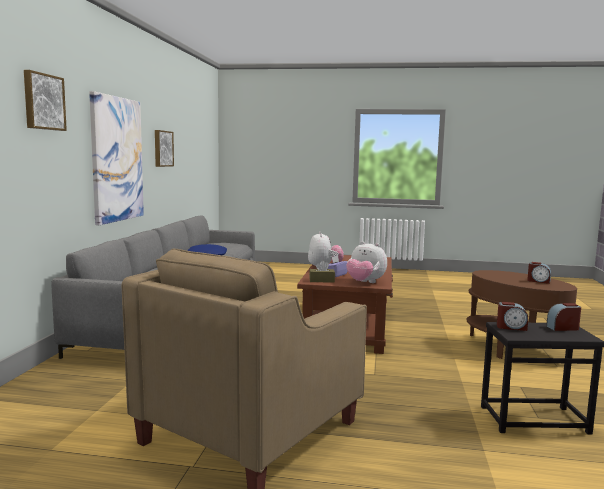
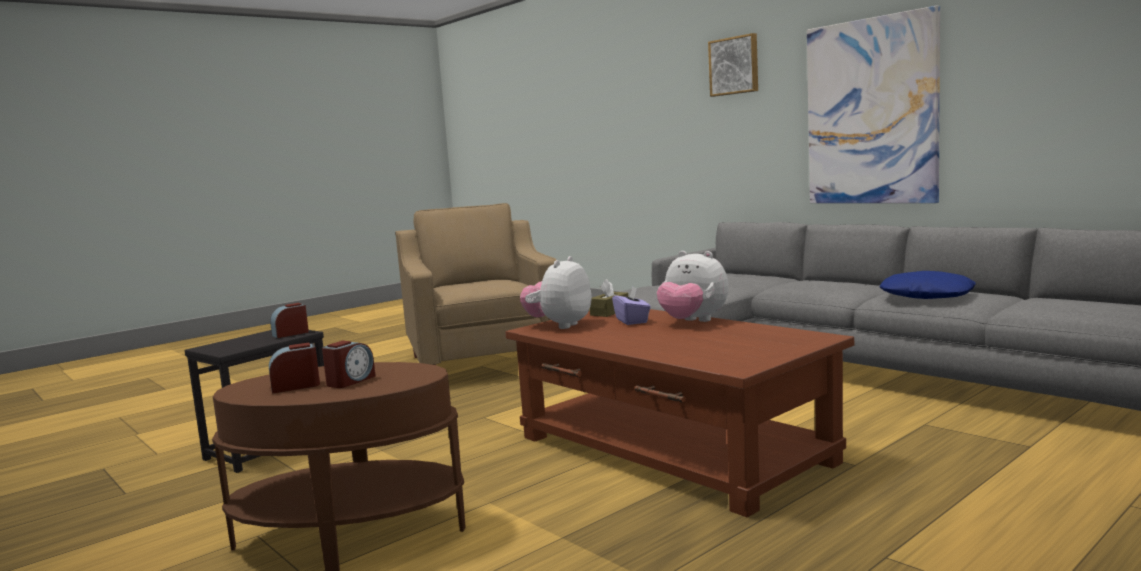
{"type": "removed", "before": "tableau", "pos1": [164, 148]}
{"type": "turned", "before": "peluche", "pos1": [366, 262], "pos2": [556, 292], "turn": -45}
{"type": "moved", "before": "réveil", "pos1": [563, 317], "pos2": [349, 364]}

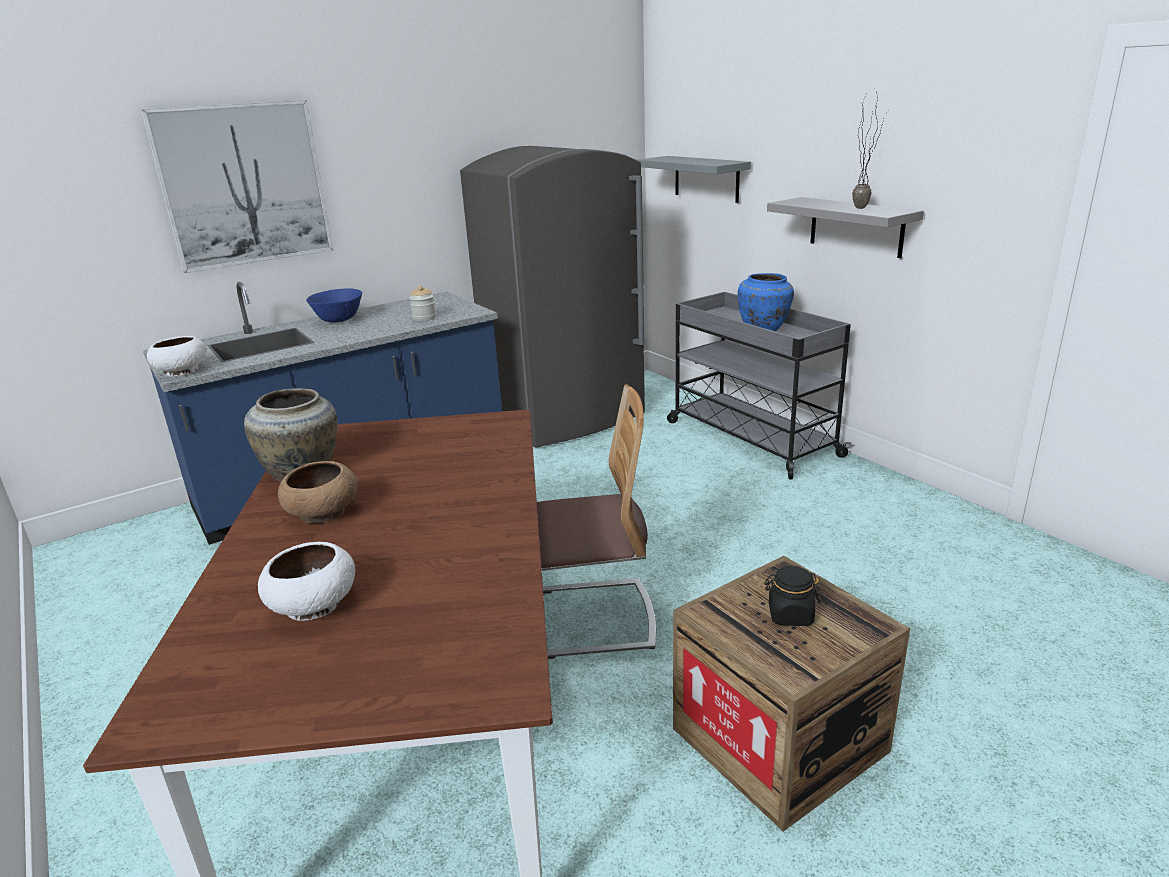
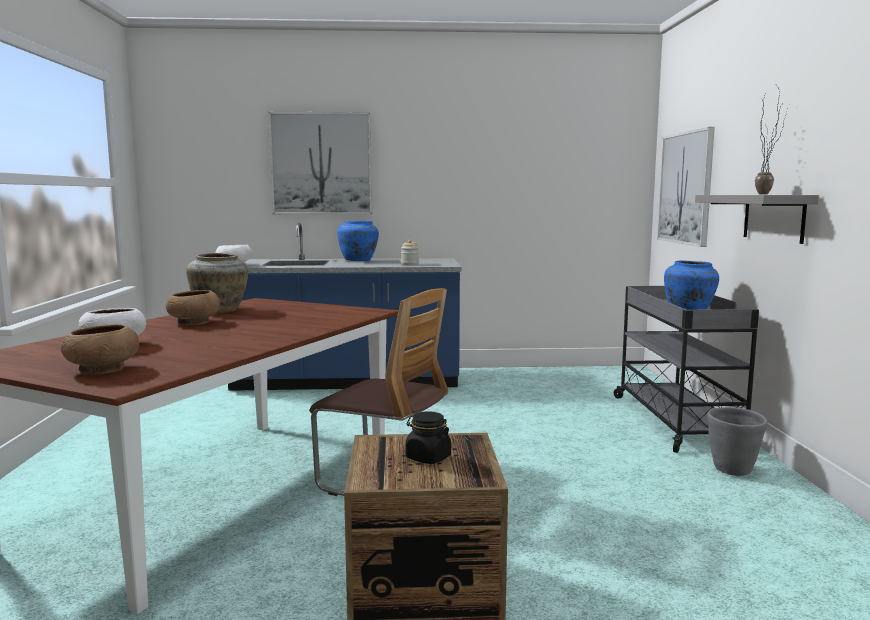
{"type": "removed", "before": "réfrigérateur (gris)", "pos1": [552, 296]}
{"type": "replaced", "before": "étagère (gris)", "after": "tableau", "pos1": [693, 179], "pos2": [686, 187]}
{"type": "replaced", "before": "bol (bleu)", "after": "vase (bleu)", "pos1": [334, 305], "pos2": [358, 241]}
{"type": "added", "after": "bol (marron)", "pos2": [100, 349]}
{"type": "added", "after": "cache-pot (gris)", "pos2": [737, 441]}

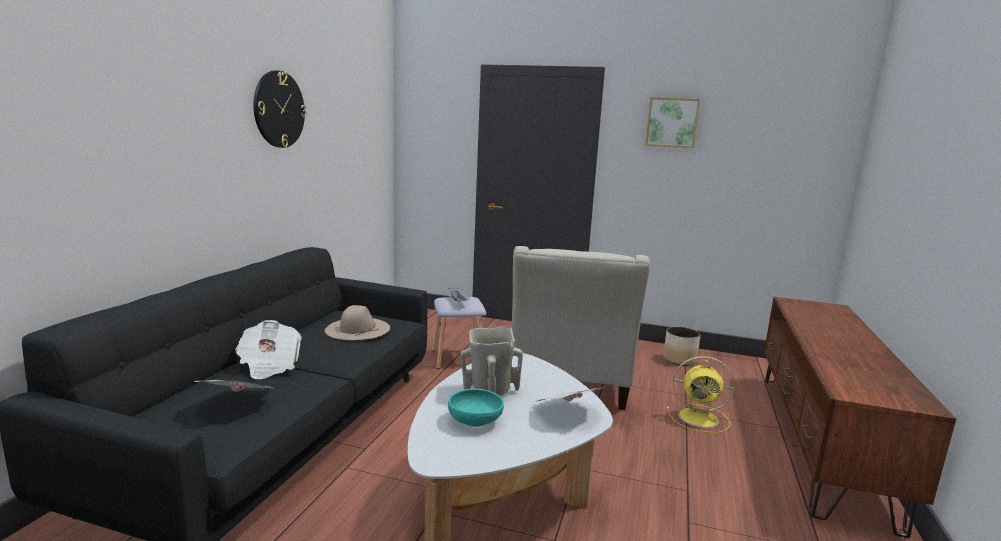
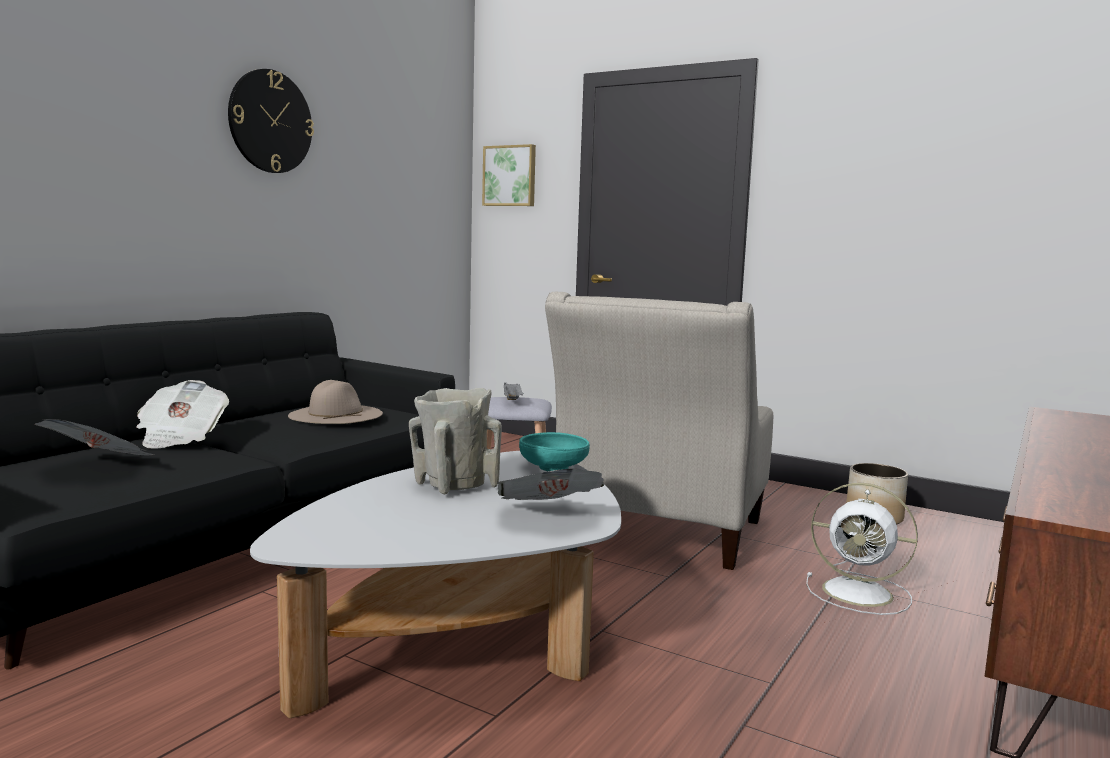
{"type": "moved", "before": "tableau", "pos1": [672, 122], "pos2": [509, 175]}
{"type": "recoloured", "before": "ventilateur (jaune)", "after": "ventilateur (blanc)", "pos1": [701, 394], "pos2": [862, 549]}
{"type": "moved", "before": "bol (turquoise)", "pos1": [476, 407], "pos2": [554, 451]}

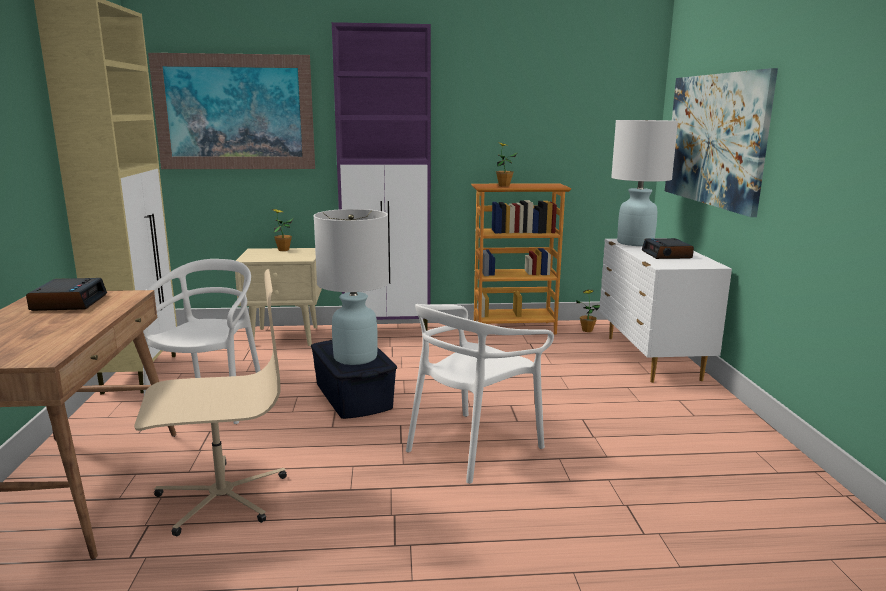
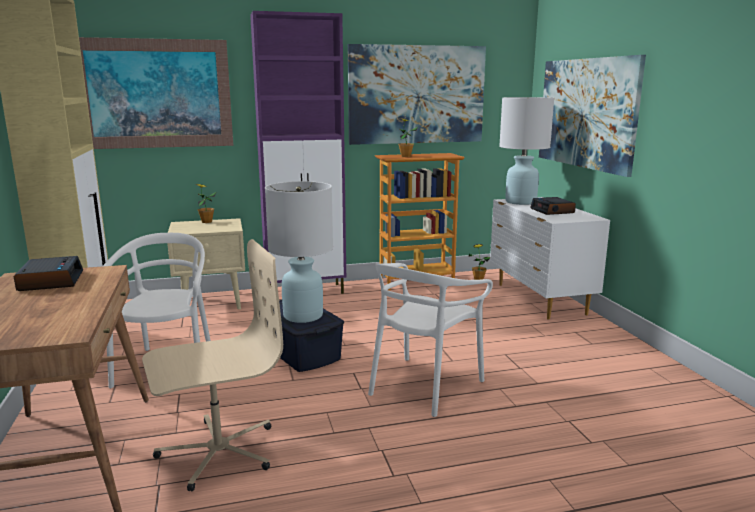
{"type": "added", "after": "tableau", "pos2": [417, 94]}

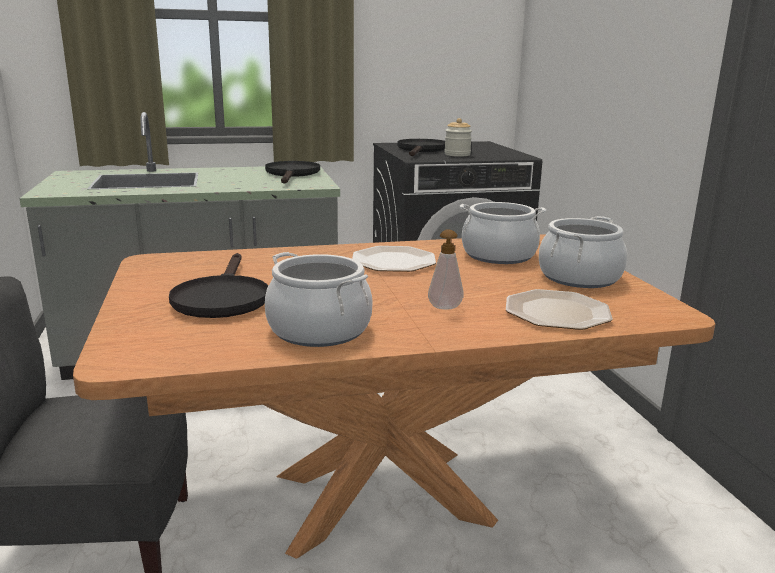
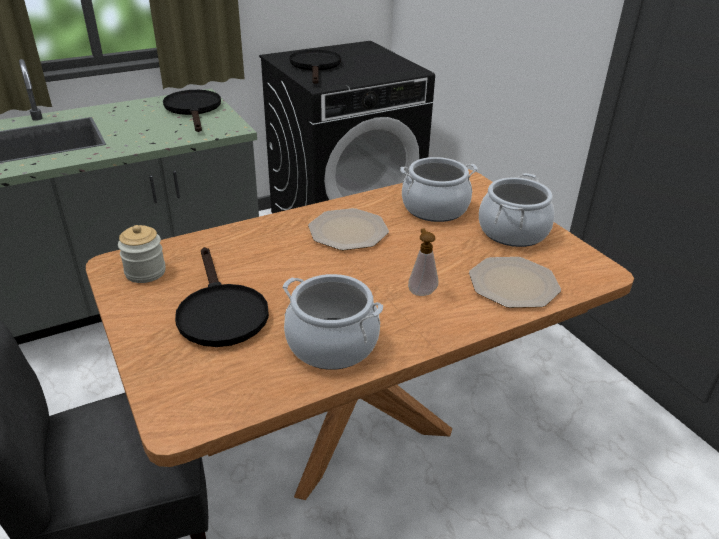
{"type": "moved", "before": "bocal", "pos1": [458, 137], "pos2": [142, 254]}

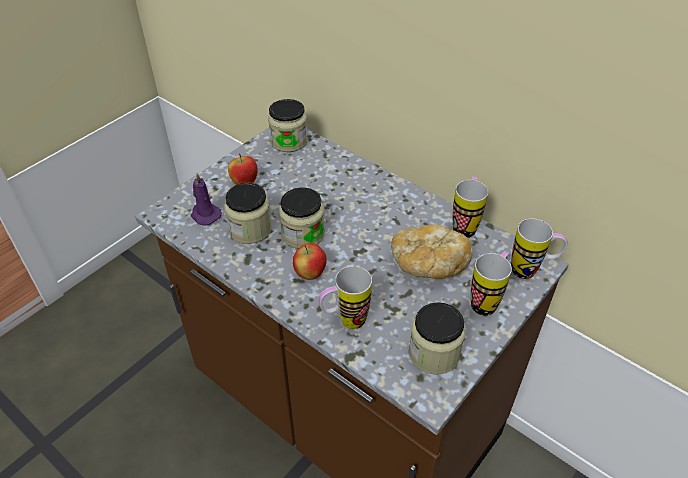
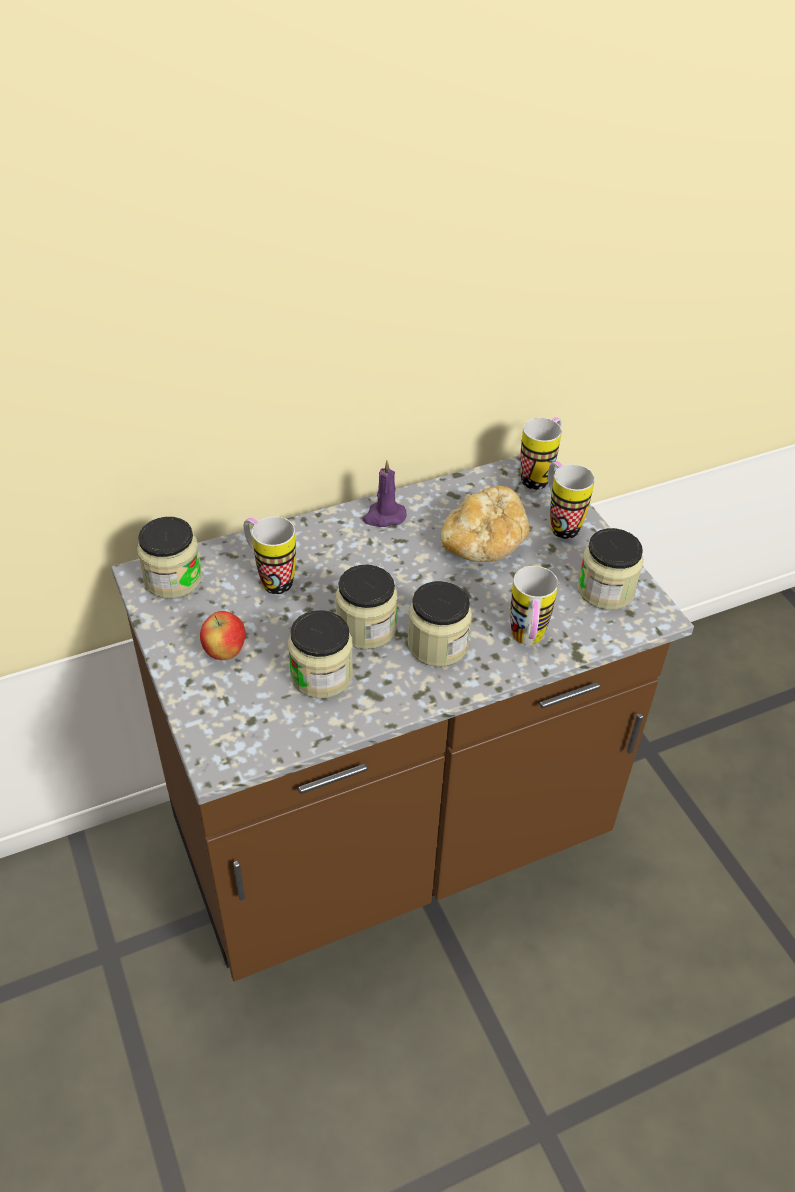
{"type": "moved", "before": "bougie (violet)", "pos1": [206, 199], "pos2": [385, 493]}
{"type": "moved", "before": "mug", "pos1": [470, 207], "pos2": [270, 555]}
{"type": "replaced", "before": "pomme", "after": "bocal", "pos1": [310, 261], "pos2": [440, 624]}

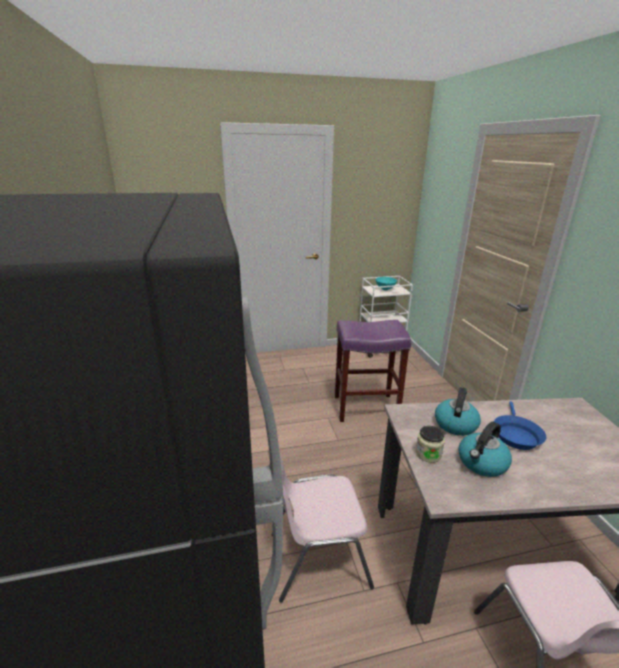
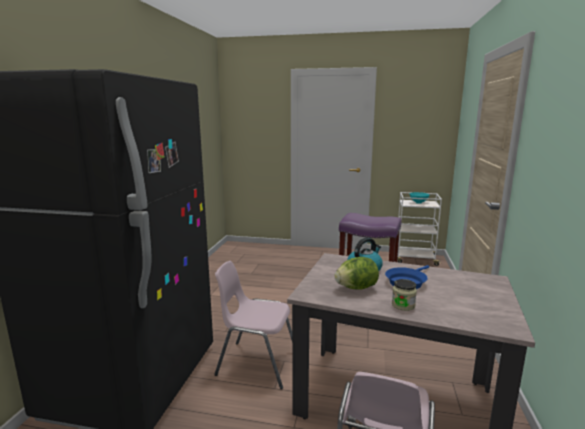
{"type": "replaced", "before": "bouilloire", "after": "laitue", "pos1": [485, 449], "pos2": [356, 273]}
{"type": "moved", "before": "bocal", "pos1": [430, 444], "pos2": [404, 295]}

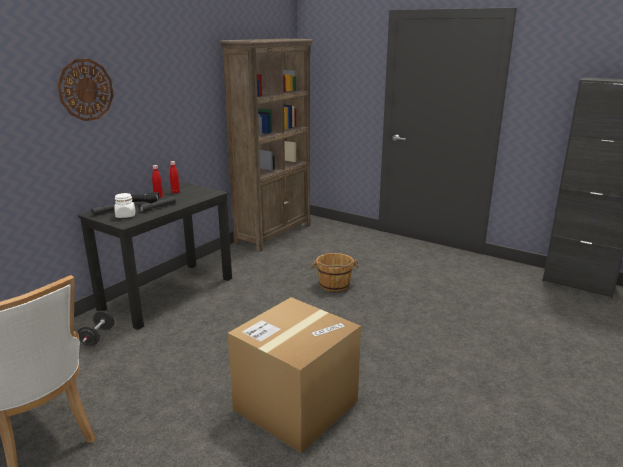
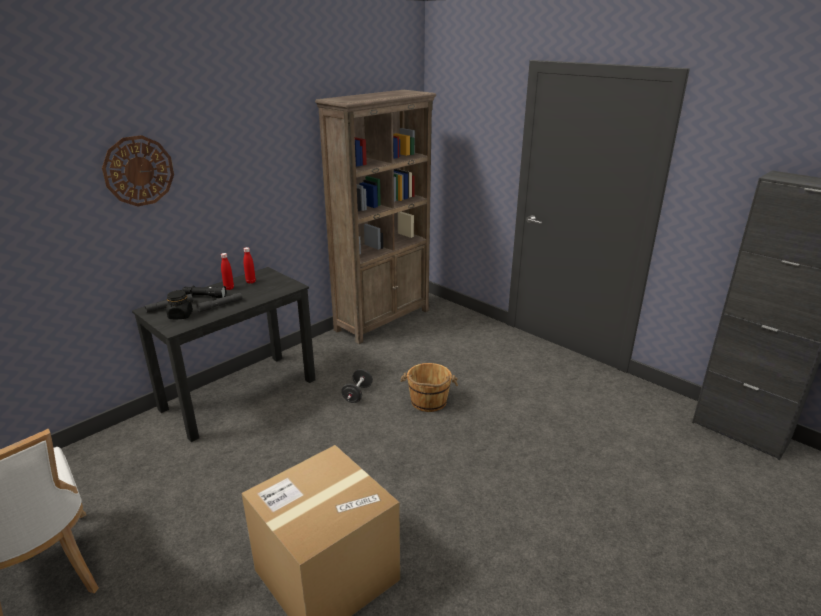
{"type": "recoloured", "before": "bocal (blanc)", "after": "bocal (noir)", "pos1": [124, 205], "pos2": [179, 304]}
{"type": "moved", "before": "haltère (noir)", "pos1": [95, 328], "pos2": [357, 386]}

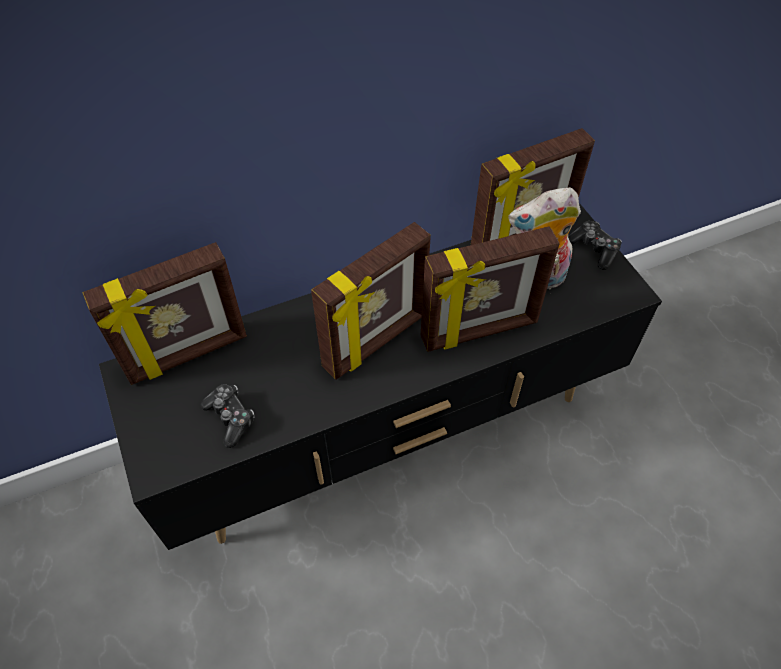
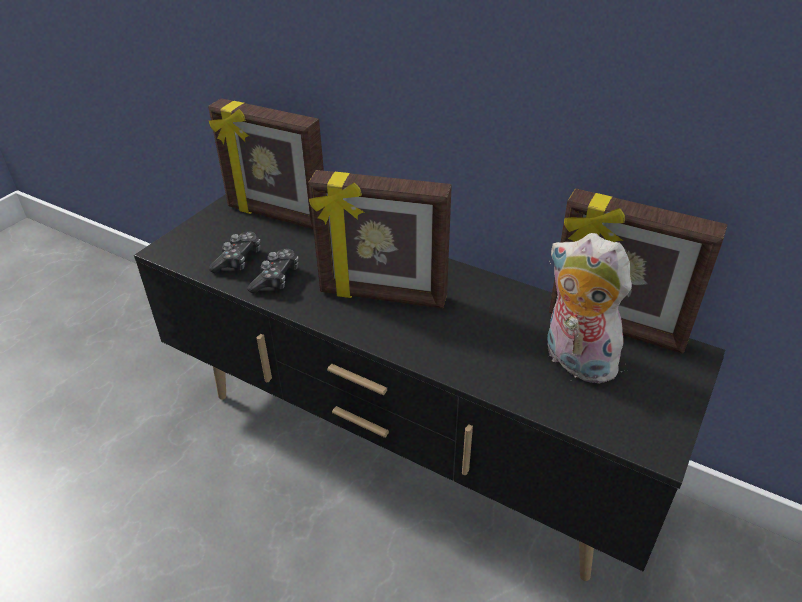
{"type": "moved", "before": "manette", "pos1": [595, 245], "pos2": [273, 271]}
{"type": "removed", "before": "cadre photo", "pos1": [490, 289]}

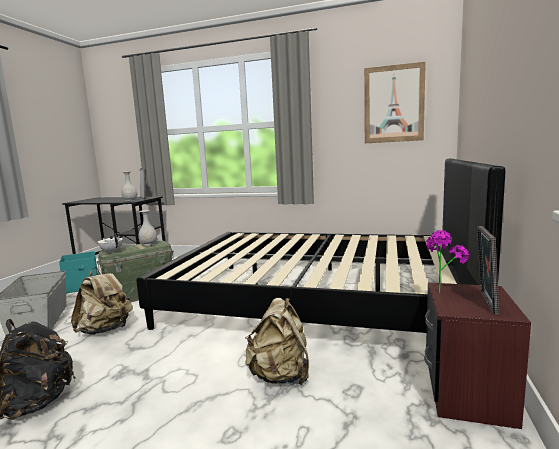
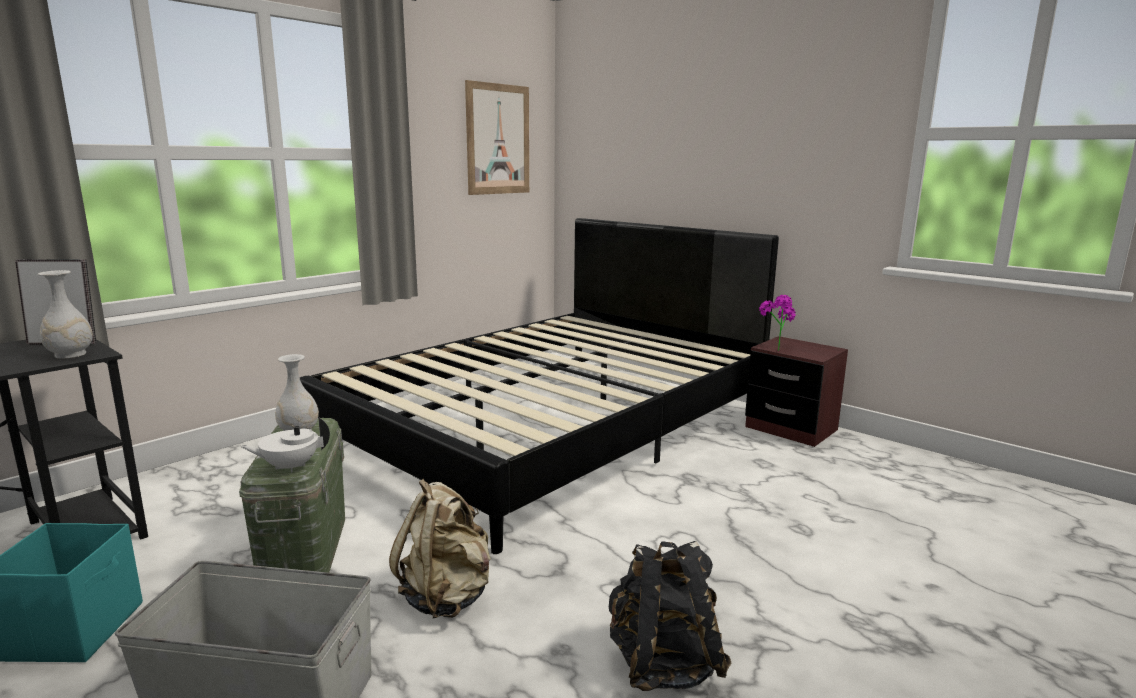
{"type": "removed", "before": "cadre photo", "pos1": [488, 270]}
{"type": "removed", "before": "sac à dos (beige)", "pos1": [277, 341]}

